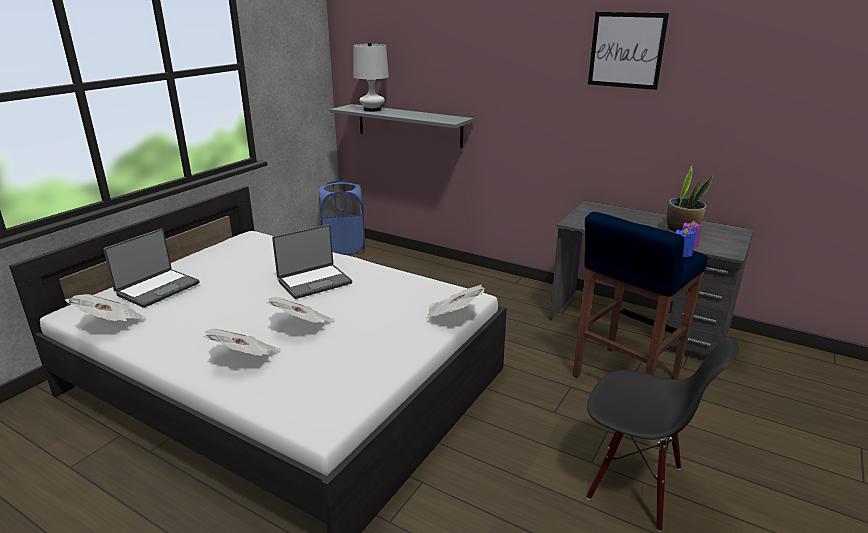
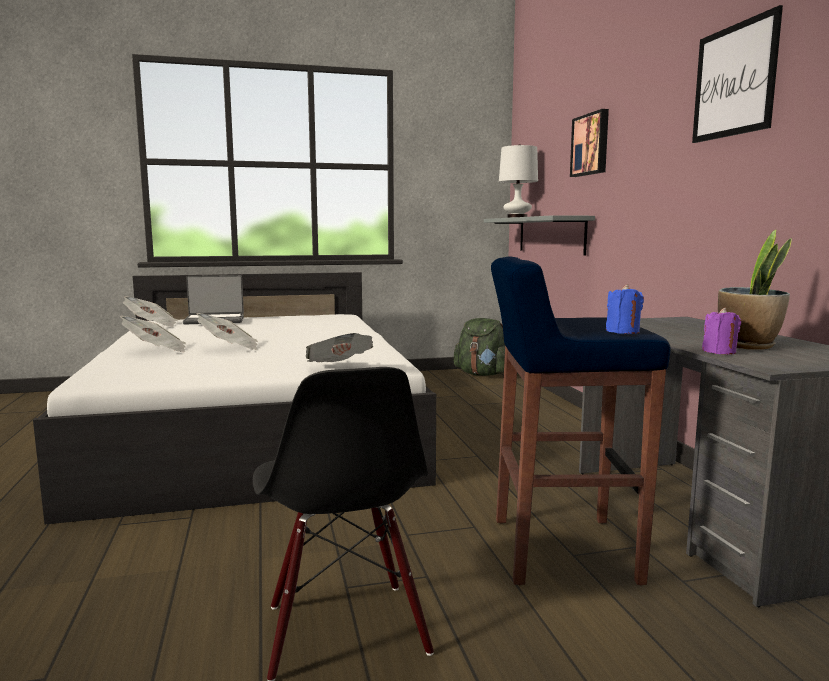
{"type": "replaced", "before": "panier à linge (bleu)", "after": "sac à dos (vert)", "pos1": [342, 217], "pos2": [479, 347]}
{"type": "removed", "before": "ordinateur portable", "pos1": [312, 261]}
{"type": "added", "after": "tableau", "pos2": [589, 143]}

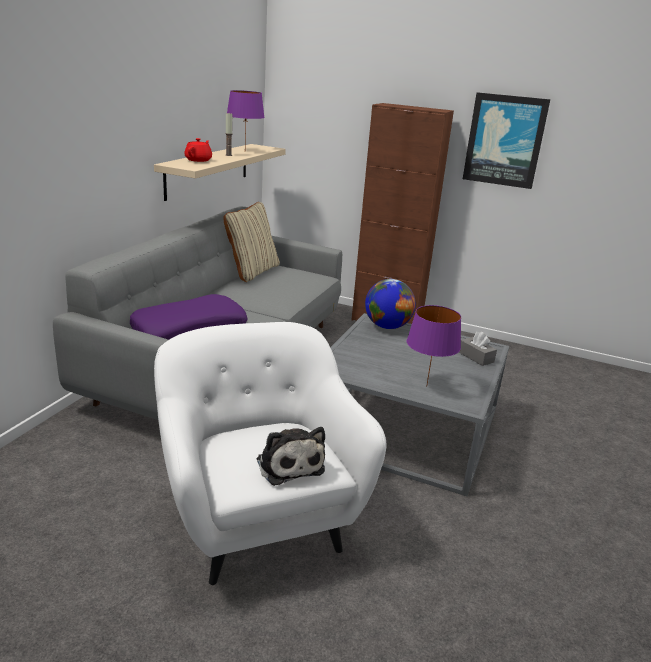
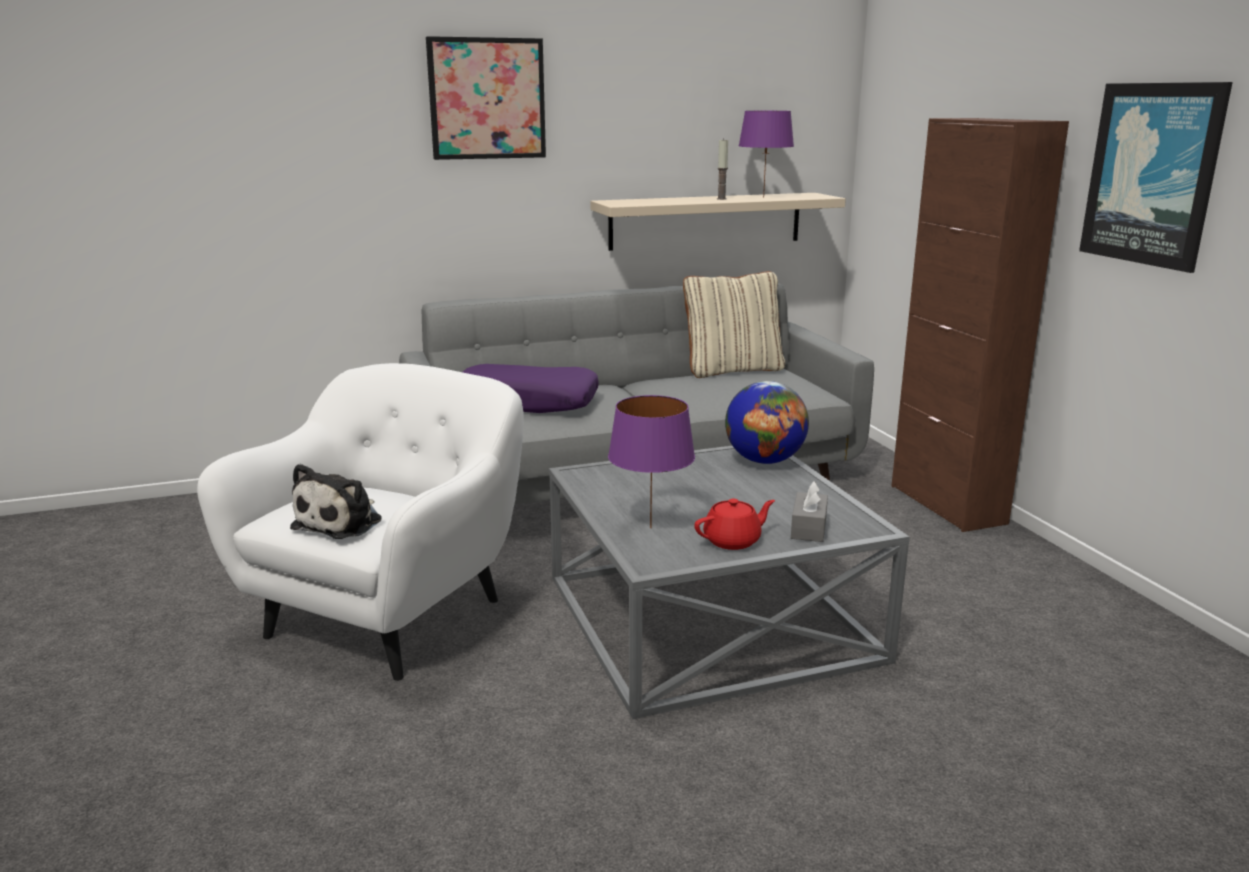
{"type": "moved", "before": "théière (rouge)", "pos1": [198, 150], "pos2": [734, 524]}
{"type": "added", "after": "tableau", "pos2": [486, 98]}

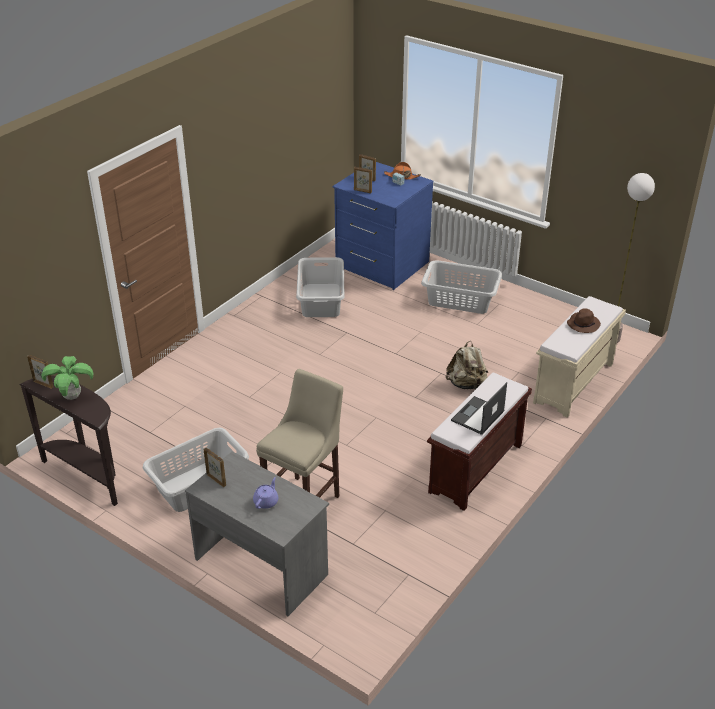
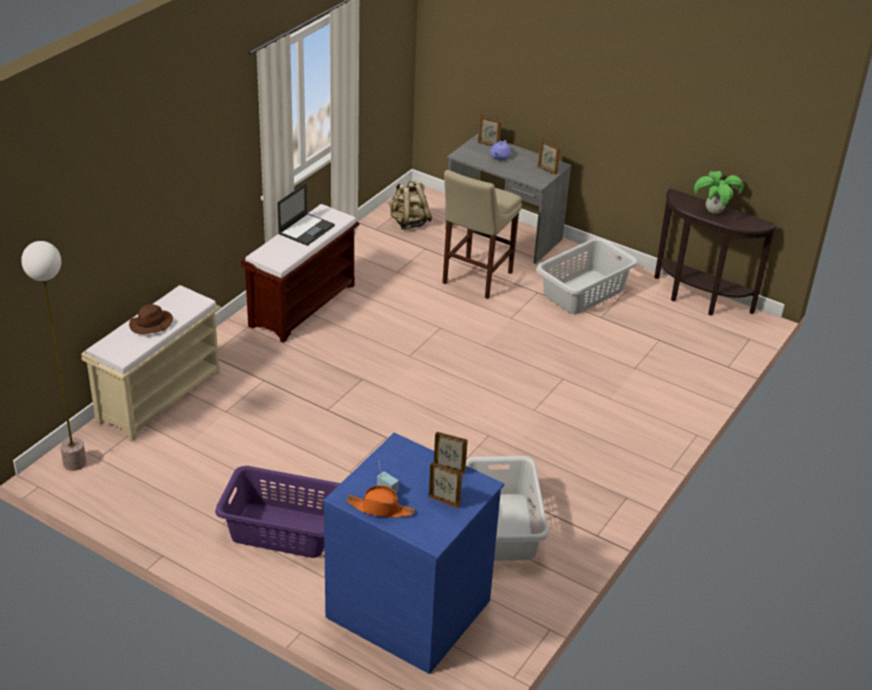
{"type": "recoloured", "before": "panier à linge (gris)", "after": "panier à linge (violet)", "pos1": [461, 287], "pos2": [277, 512]}
{"type": "moved", "before": "sac à dos (beige)", "pos1": [467, 365], "pos2": [410, 205]}
{"type": "moved", "before": "cadre photo", "pos1": [40, 372], "pos2": [489, 130]}

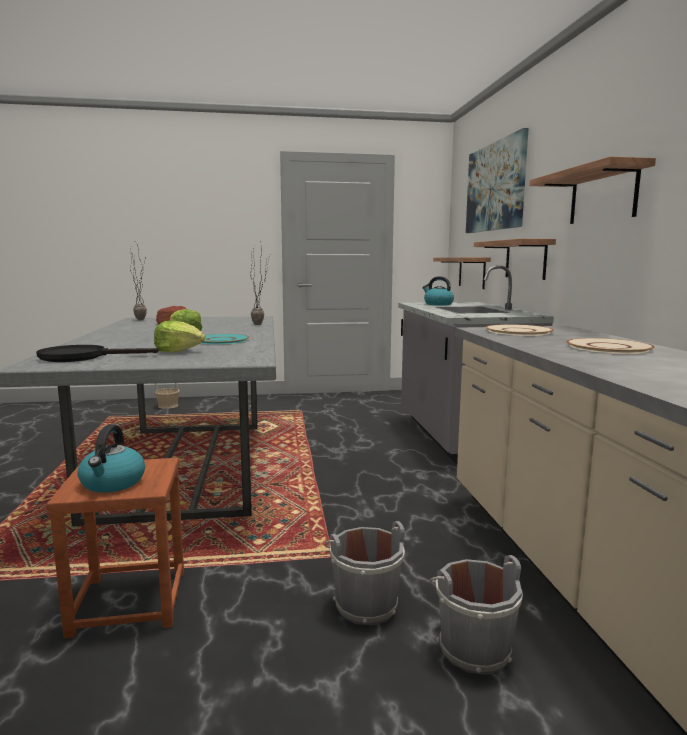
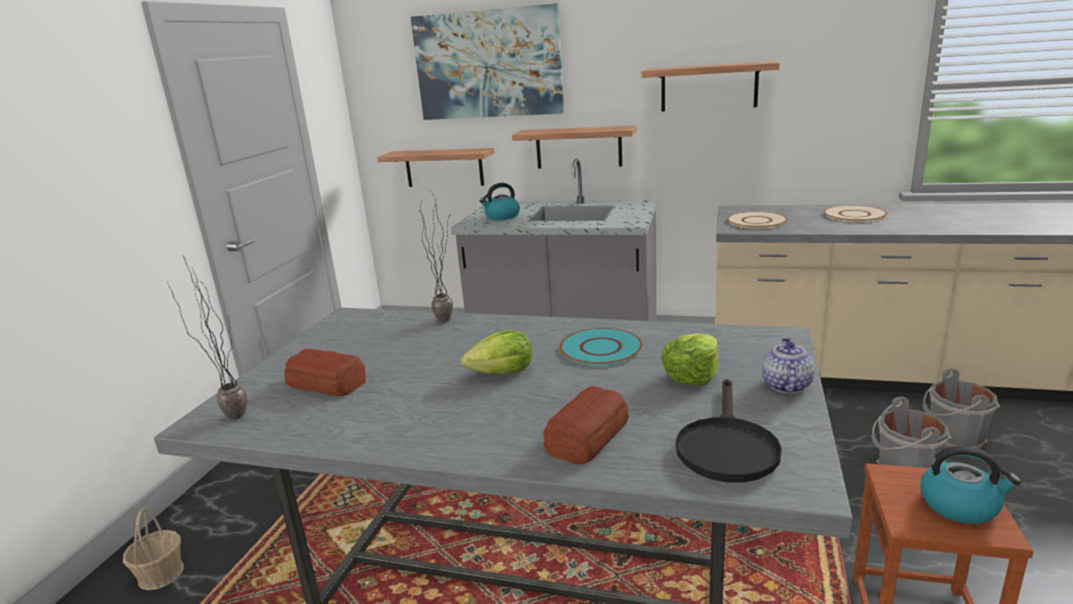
{"type": "added", "after": "théière", "pos2": [788, 365]}
{"type": "added", "after": "pain", "pos2": [586, 425]}

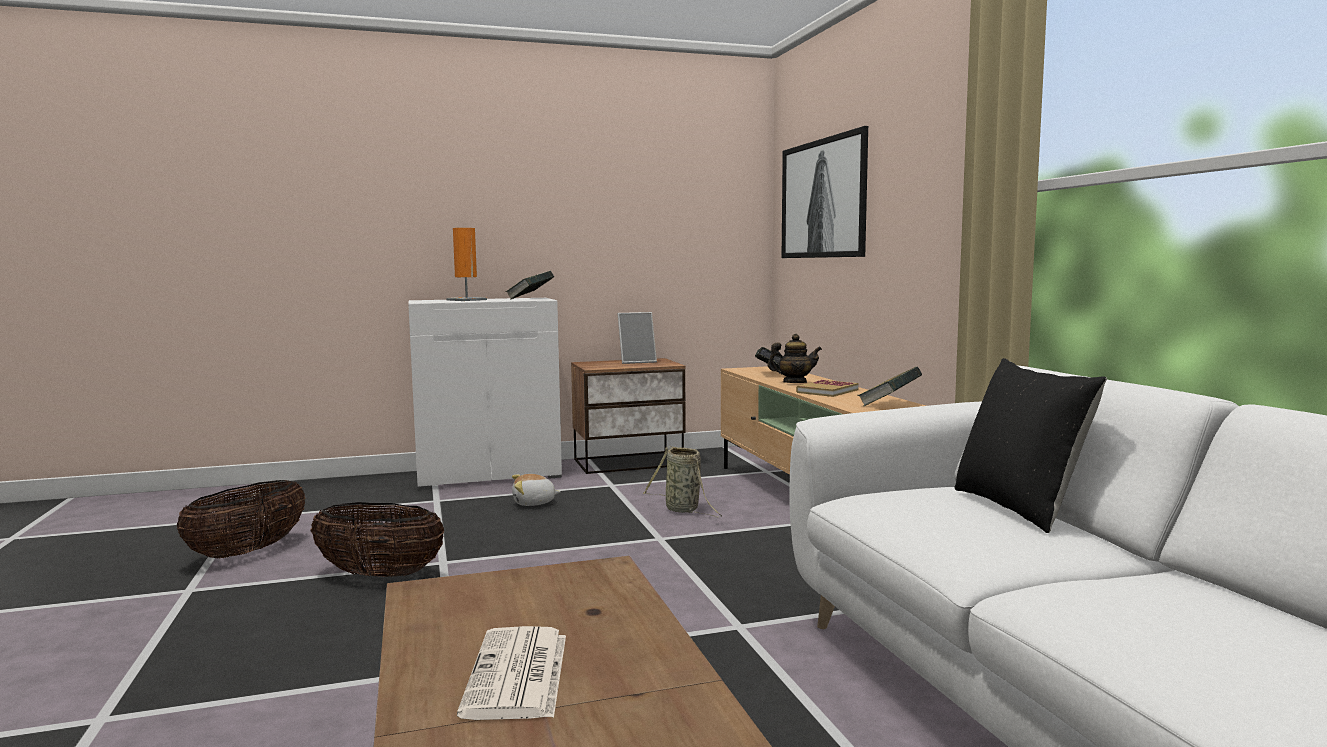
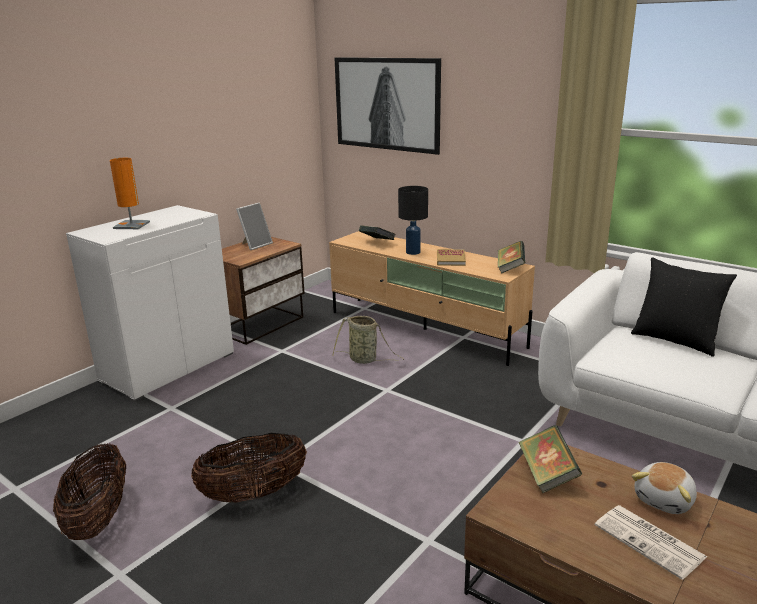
{"type": "moved", "before": "livre", "pos1": [530, 285], "pos2": [550, 459]}
{"type": "replaced", "before": "théière", "after": "lampe de table (noir)", "pos1": [795, 358], "pos2": [413, 220]}
{"type": "moved", "before": "peluche", "pos1": [536, 490], "pos2": [664, 488]}

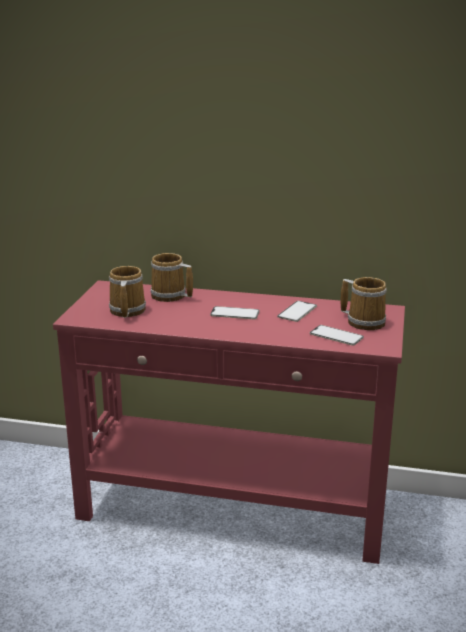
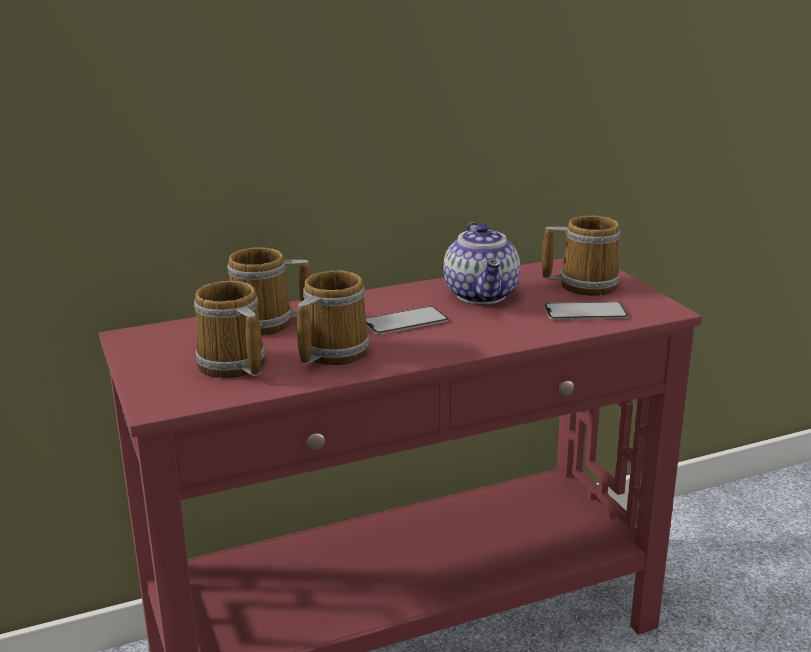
{"type": "replaced", "before": "téléphone", "after": "théière", "pos1": [297, 311], "pos2": [481, 263]}
{"type": "added", "after": "mug", "pos2": [333, 317]}

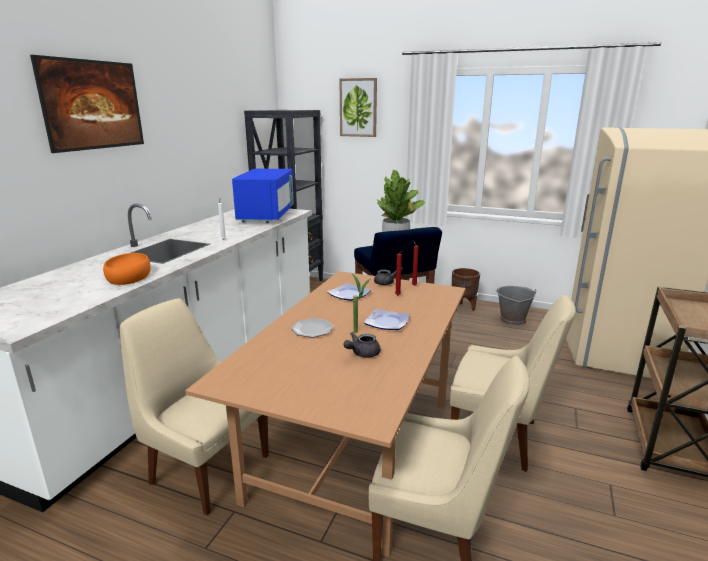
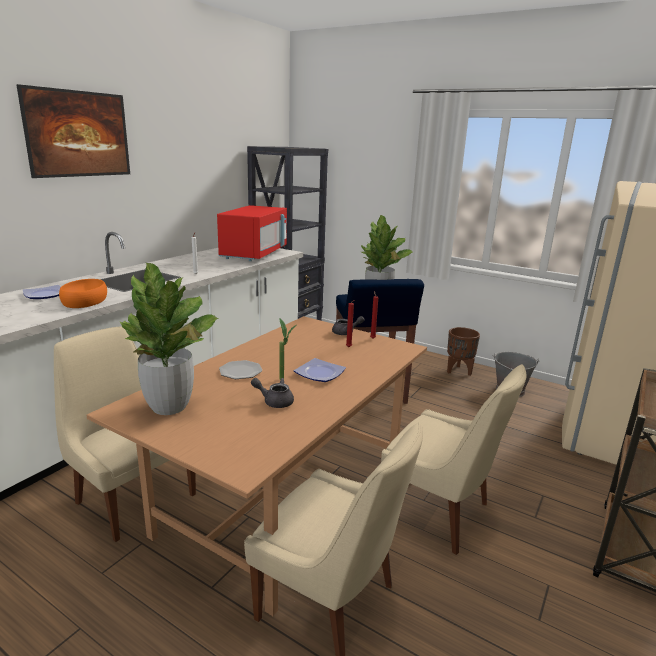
{"type": "removed", "before": "tableau", "pos1": [358, 107]}
{"type": "recoloured", "before": "micro-ondes (bleu)", "after": "micro-ondes (rouge)", "pos1": [263, 196], "pos2": [252, 233]}
{"type": "moved", "before": "assiette", "pos1": [349, 292], "pos2": [42, 292]}
{"type": "turned", "before": "théière (gris)", "pos1": [362, 345], "pos2": [272, 393], "turn": 45}
{"type": "added", "after": "plante en pot", "pos2": [169, 339]}

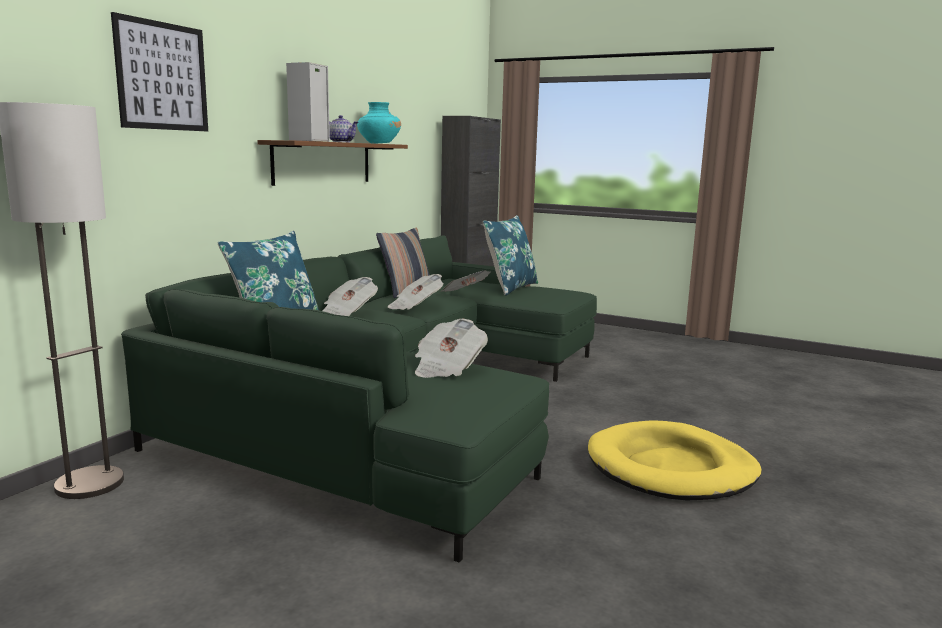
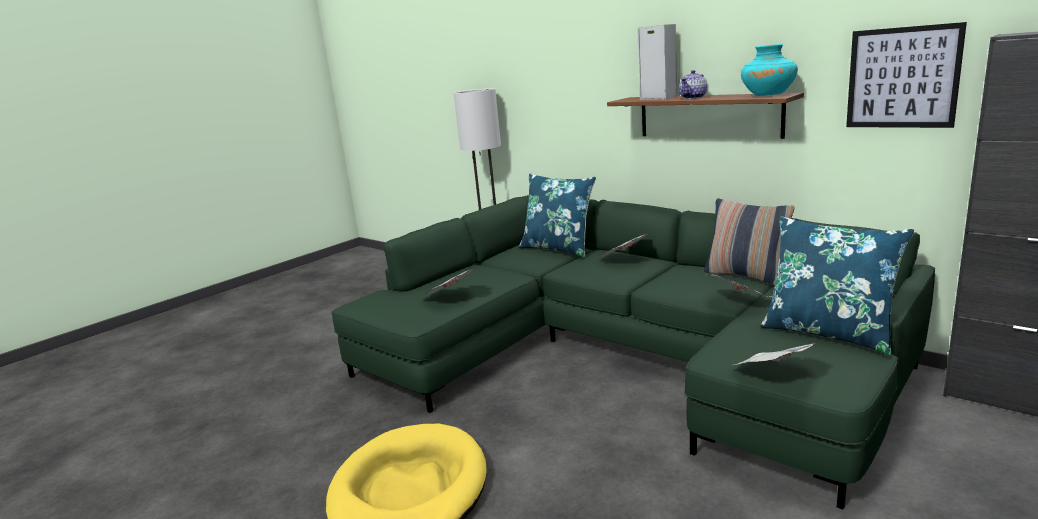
{"type": "moved", "before": "tableau", "pos1": [159, 71], "pos2": [906, 75]}
{"type": "moved", "before": "journal", "pos1": [415, 292], "pos2": [776, 353]}

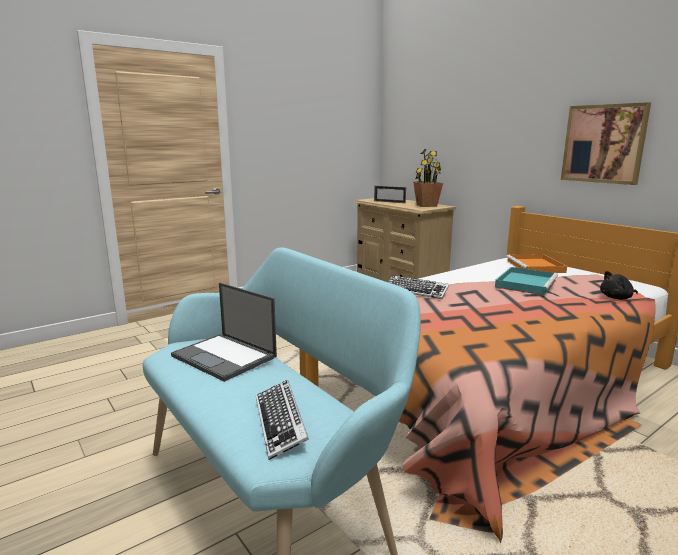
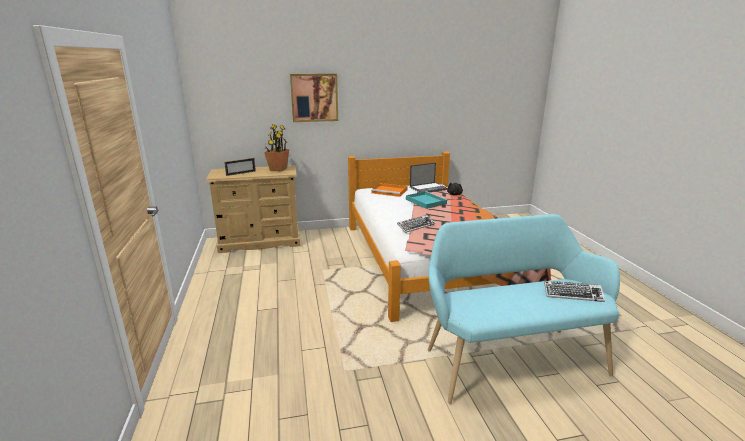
{"type": "moved", "before": "tableau", "pos1": [606, 143], "pos2": [314, 98]}
{"type": "moved", "before": "ordinateur portable", "pos1": [224, 332], "pos2": [429, 177]}

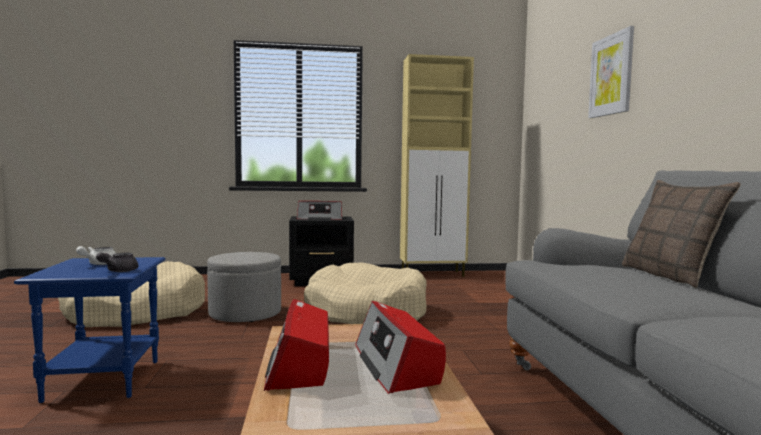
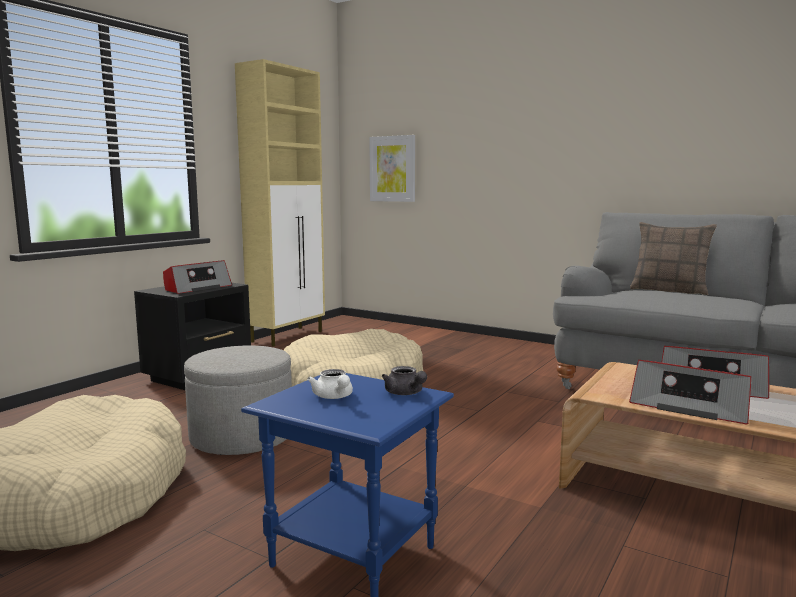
{"type": "moved", "before": "tableau", "pos1": [611, 72], "pos2": [392, 168]}

